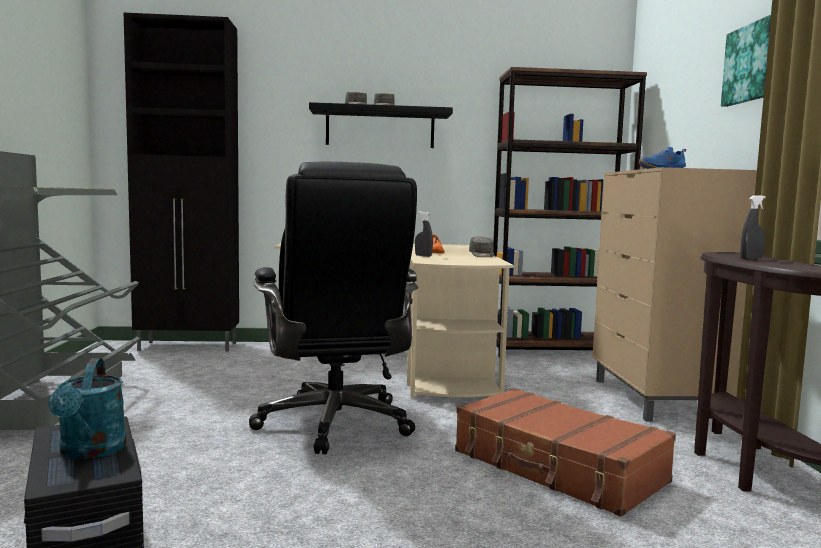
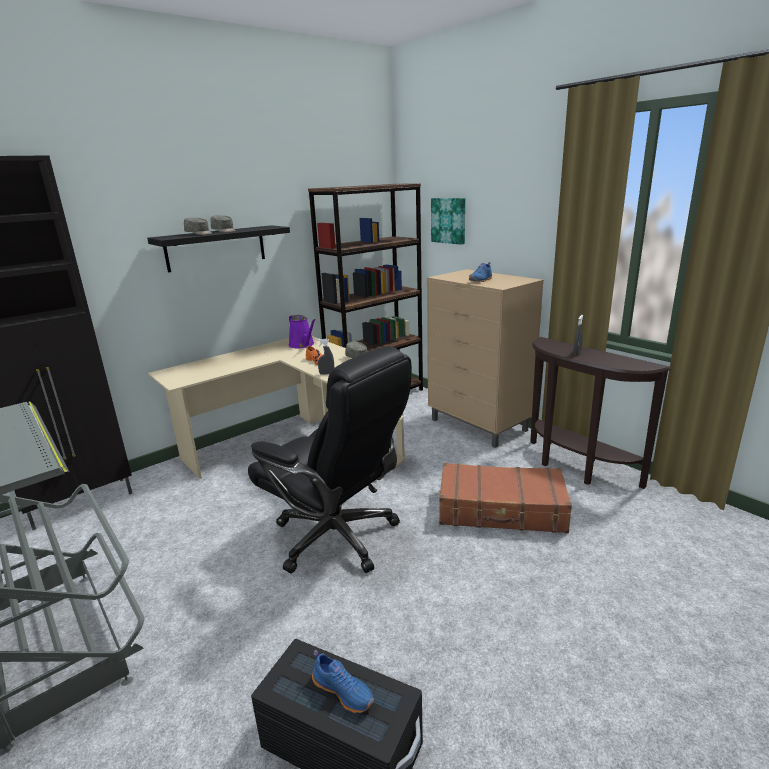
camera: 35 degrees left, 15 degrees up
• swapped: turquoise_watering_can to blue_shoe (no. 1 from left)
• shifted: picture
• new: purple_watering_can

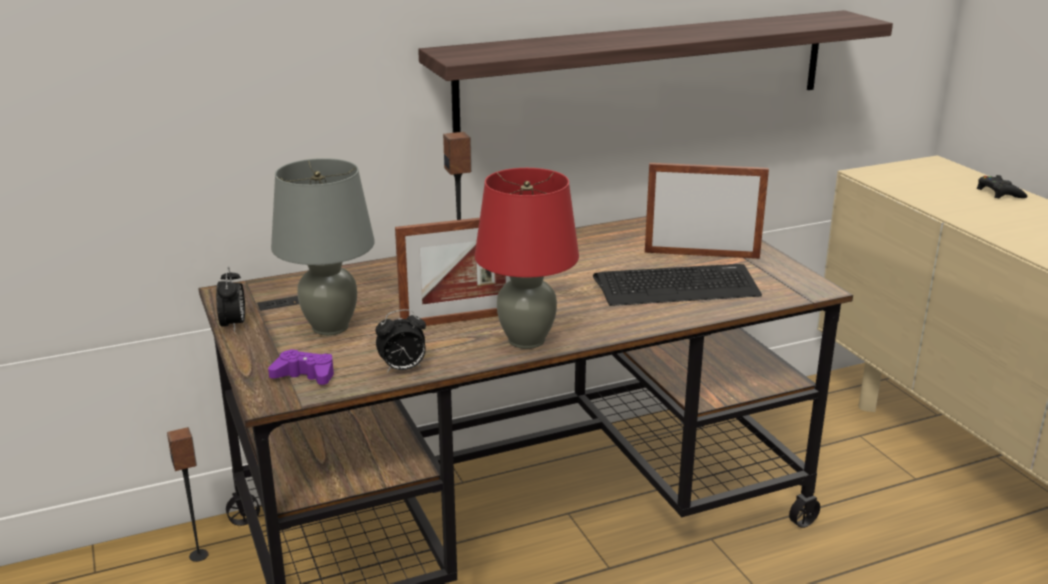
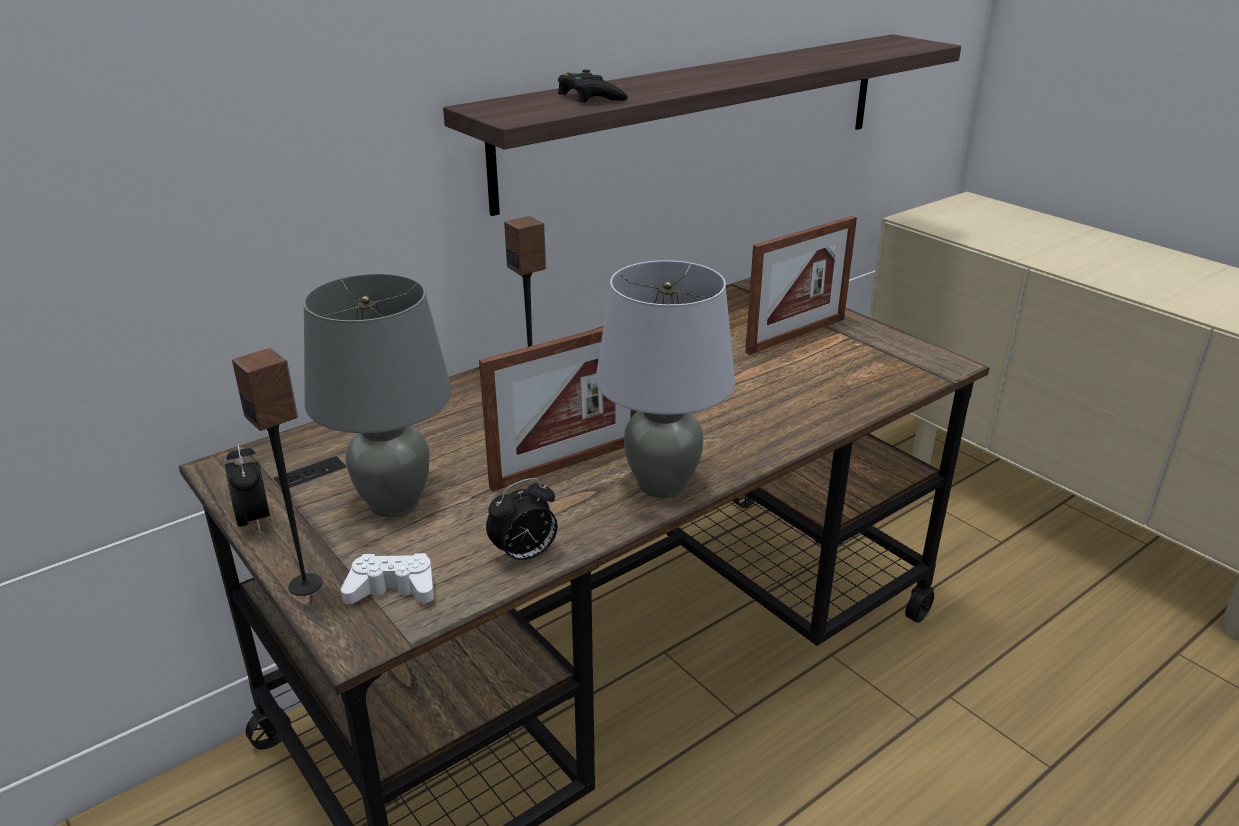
camera: 15 degrees left, 5 degrees up
• shifted: speaker (no. 1 from left)
• repainted: purple_game_controller to white_game_controller
• repainted: red_table_lamp to grey_table_lamp (no. 2 from left)
• gone: keyboard
• rotated: picture_frame (no. 2 from left) 150 degrees clockwise
• shifted: black_game_controller

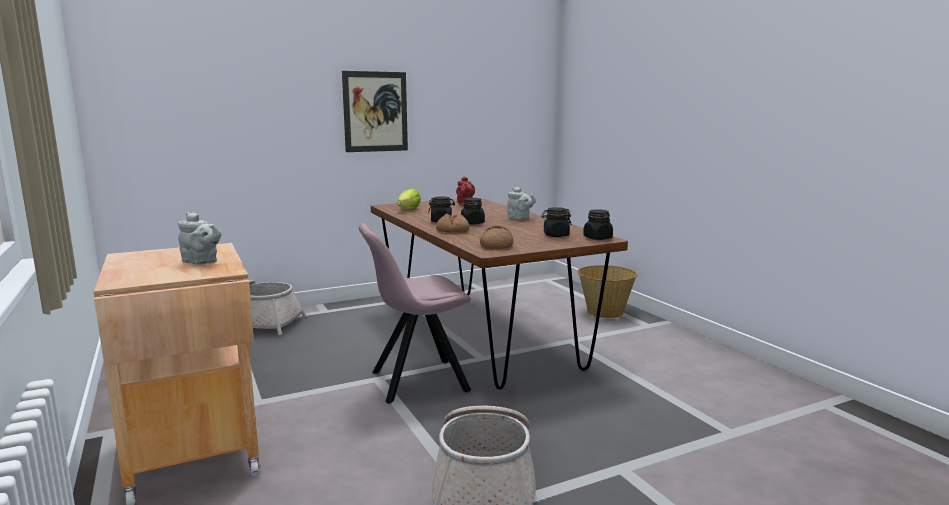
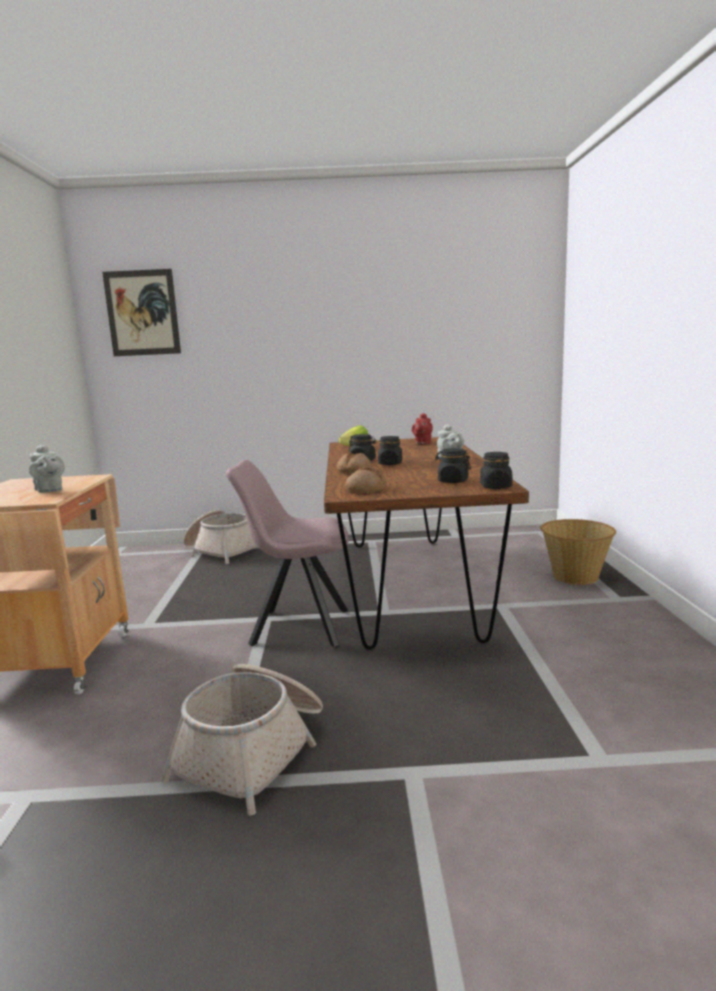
camera: 25 degrees right, 0 degrees up
• shifted: picture

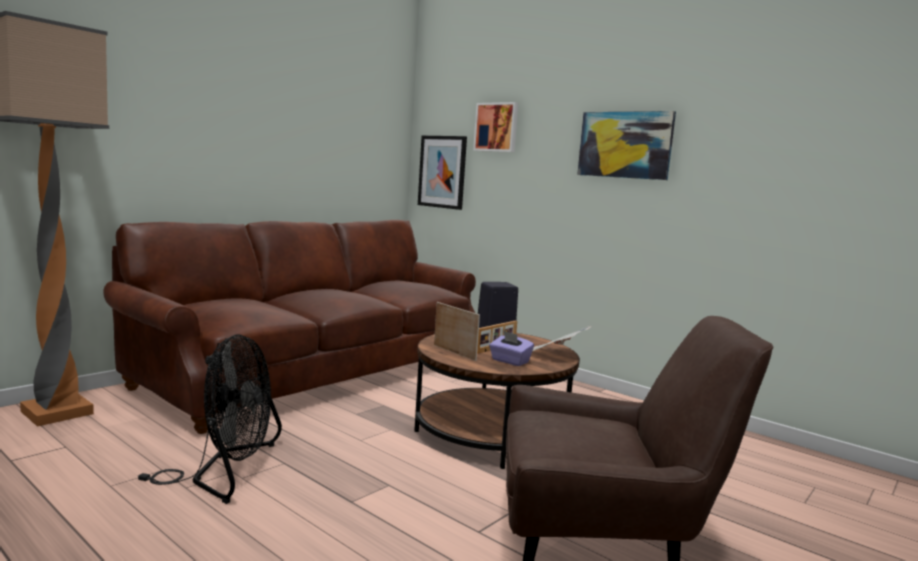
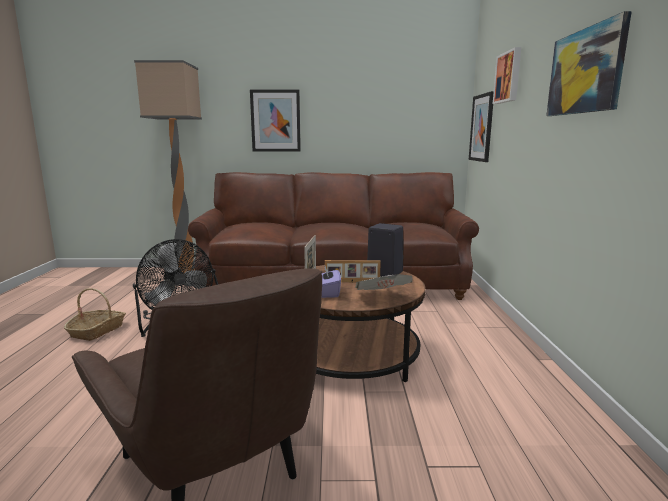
camera: 50 degrees right, 5 degrees up
• new: basket
• new: picture (no. 1 from left)

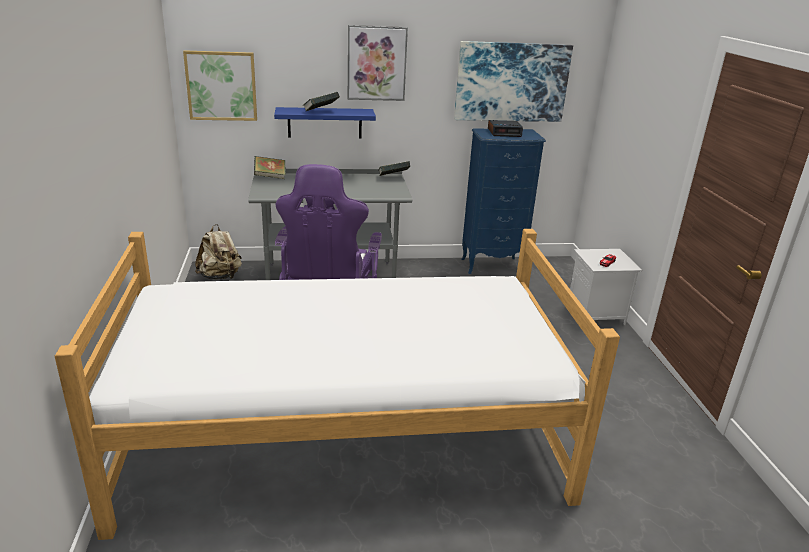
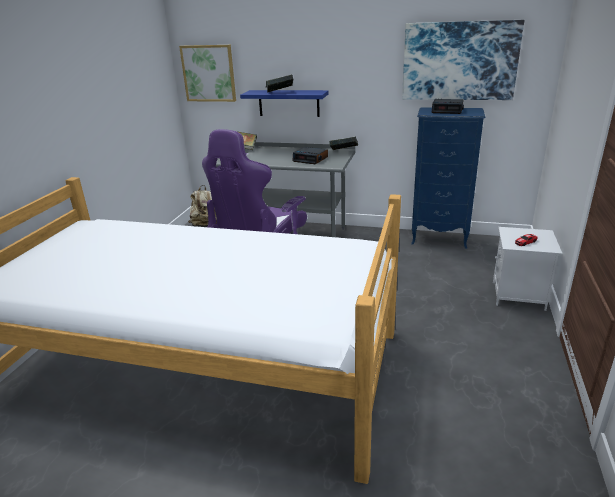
camera: 25 degrees right, 0 degrees up
• gone: picture (no. 2 from left)
• new: alarm_clock (no. 1 from left)

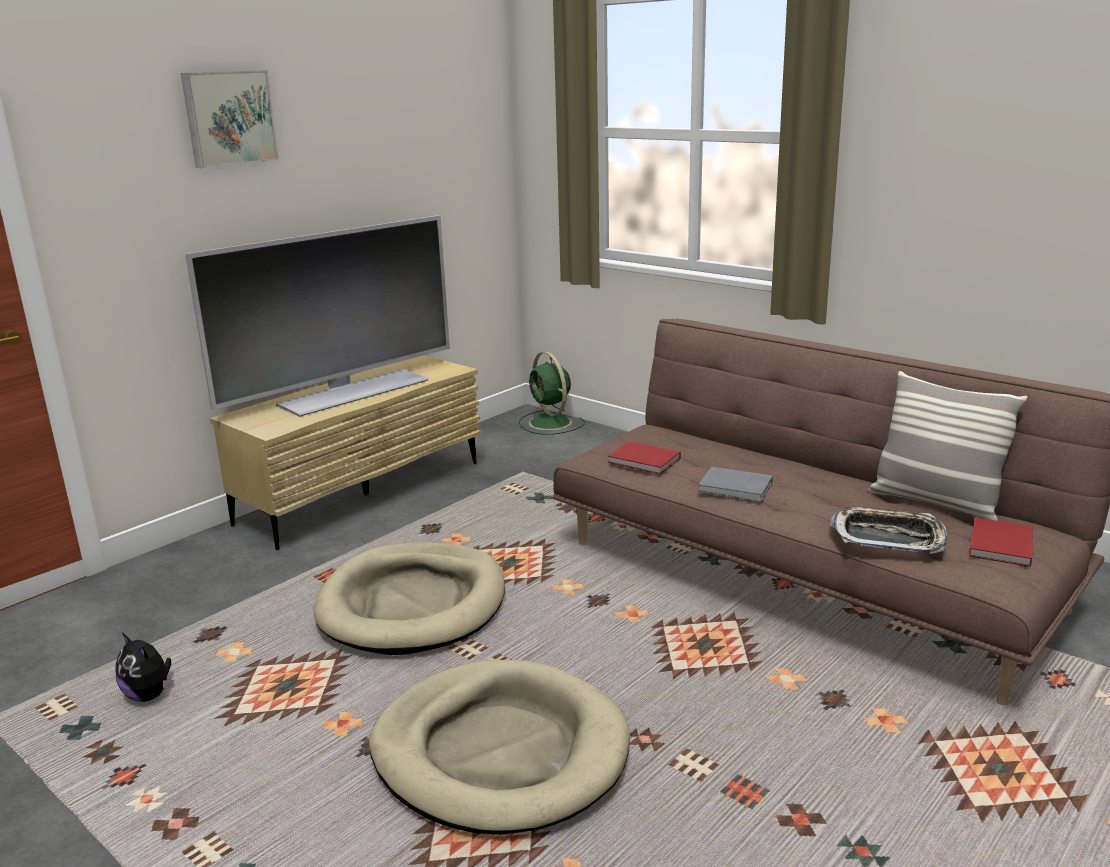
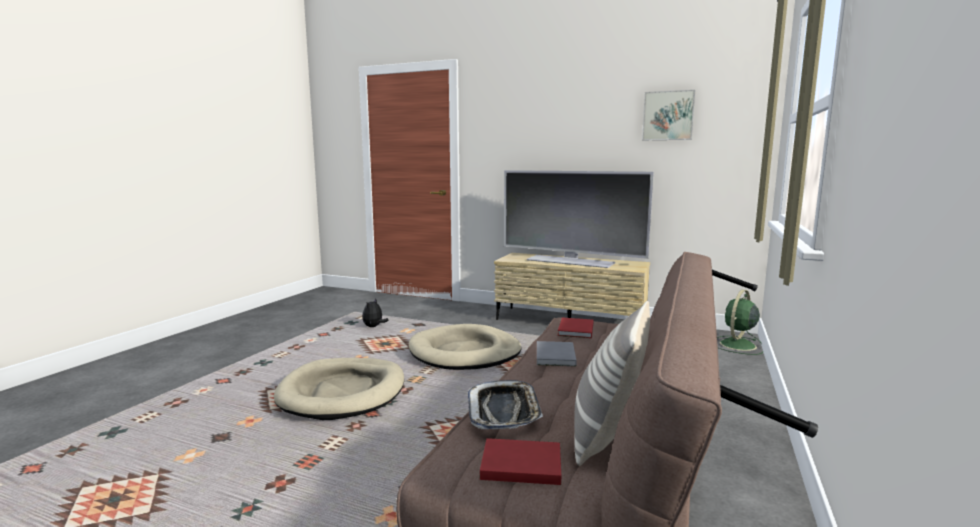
camera: 70 degrees right, 10 degrees down
• shifted: picture

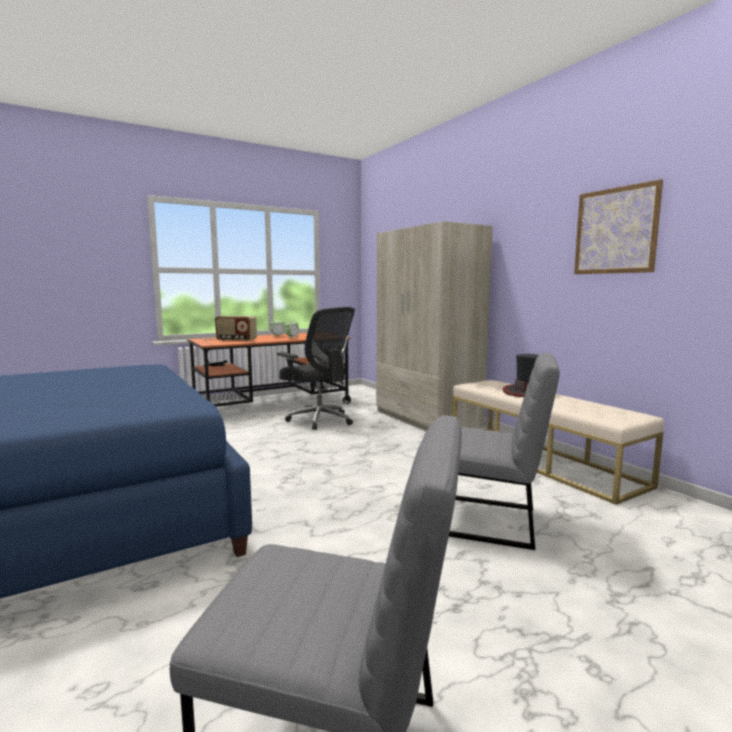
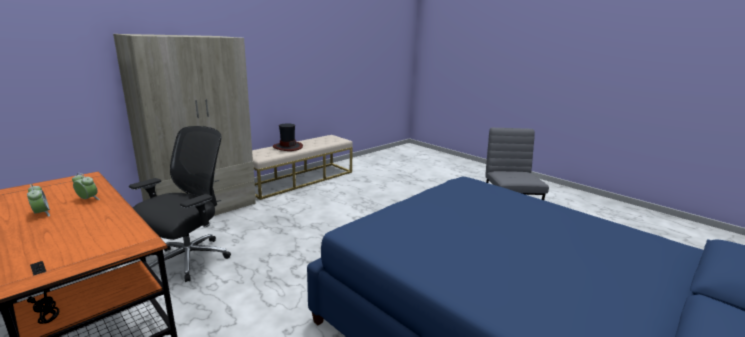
camera: 105 degrees left, 10 degrees up
• gone: radio
• gone: grey_chair (no. 2 from left)
• gone: picture

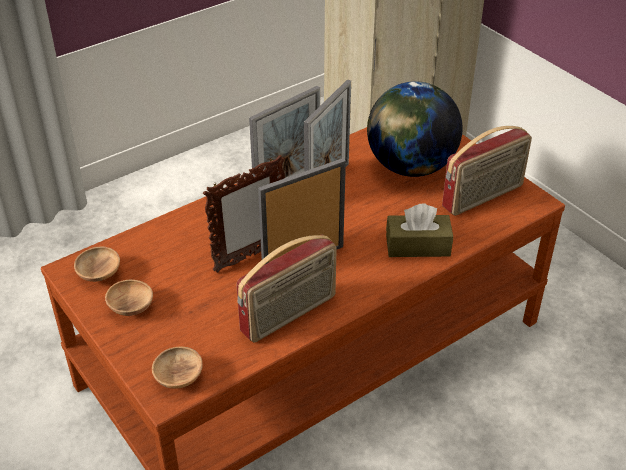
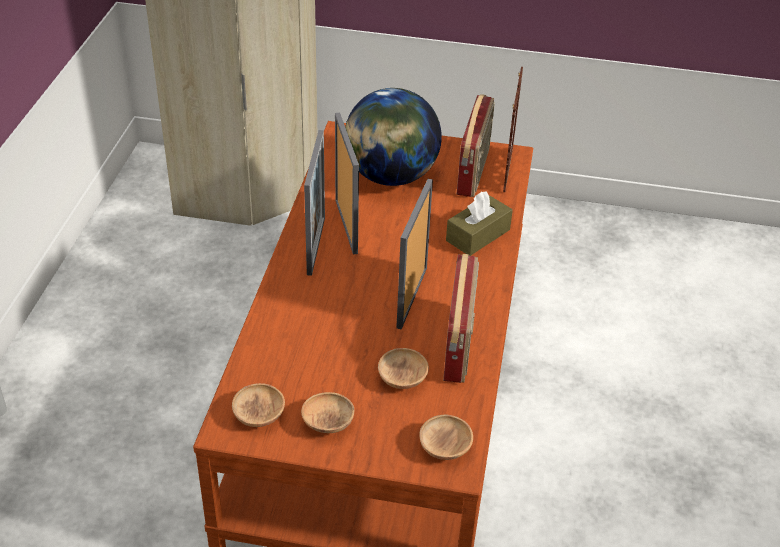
camera: 45 degrees left, 0 degrees up
• shifted: picture_frame (no. 1 from left in the first image) to picture_frame (no. 4 from left)
• new: brown_bowl (no. 3 from left)

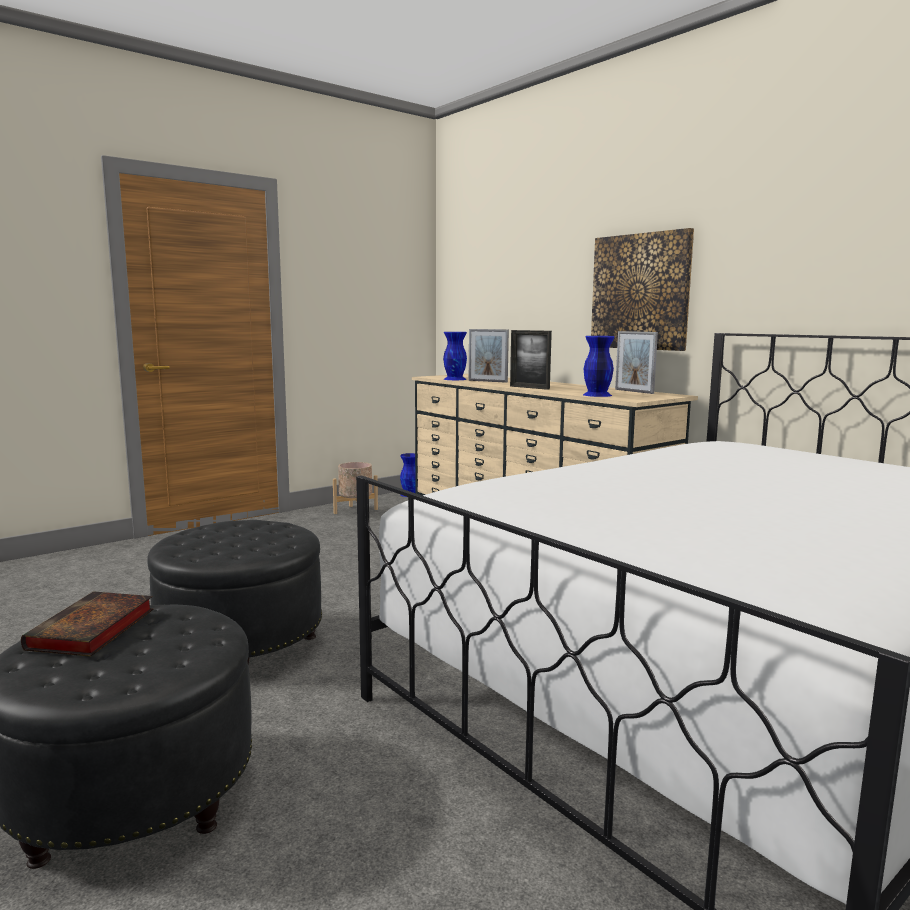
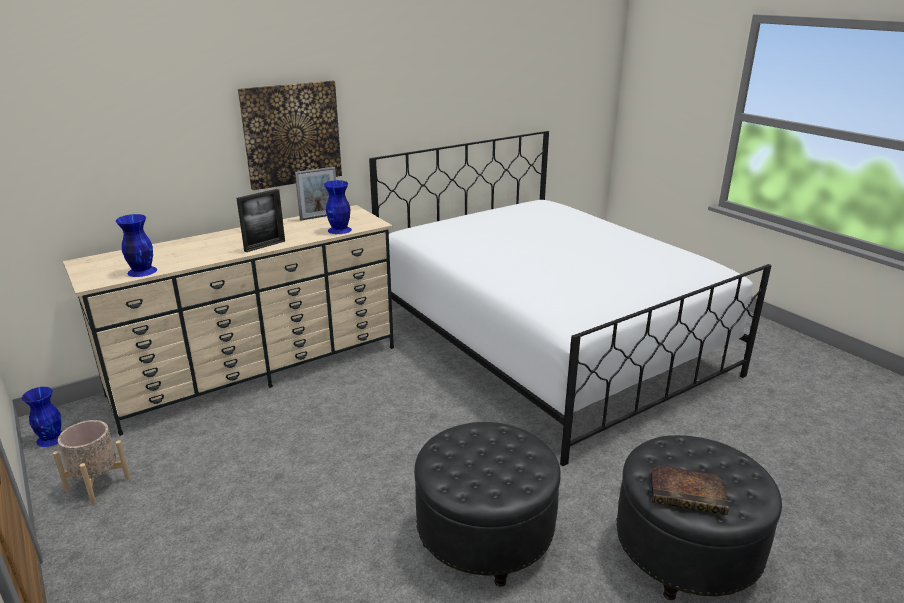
camera: 85 degrees left, 15 degrees up
• gone: picture_frame (no. 1 from left)

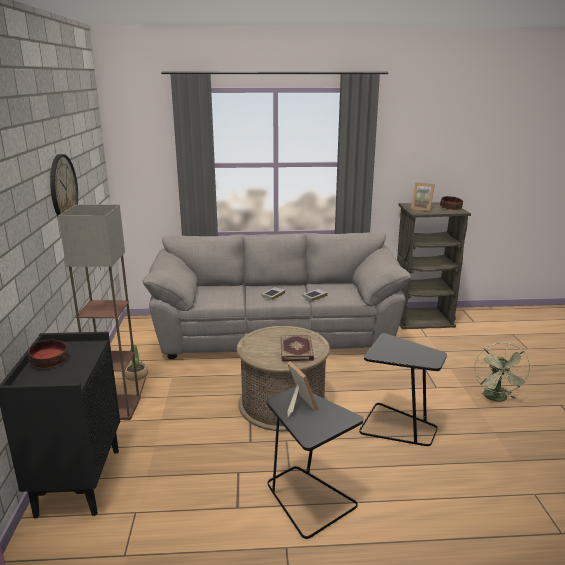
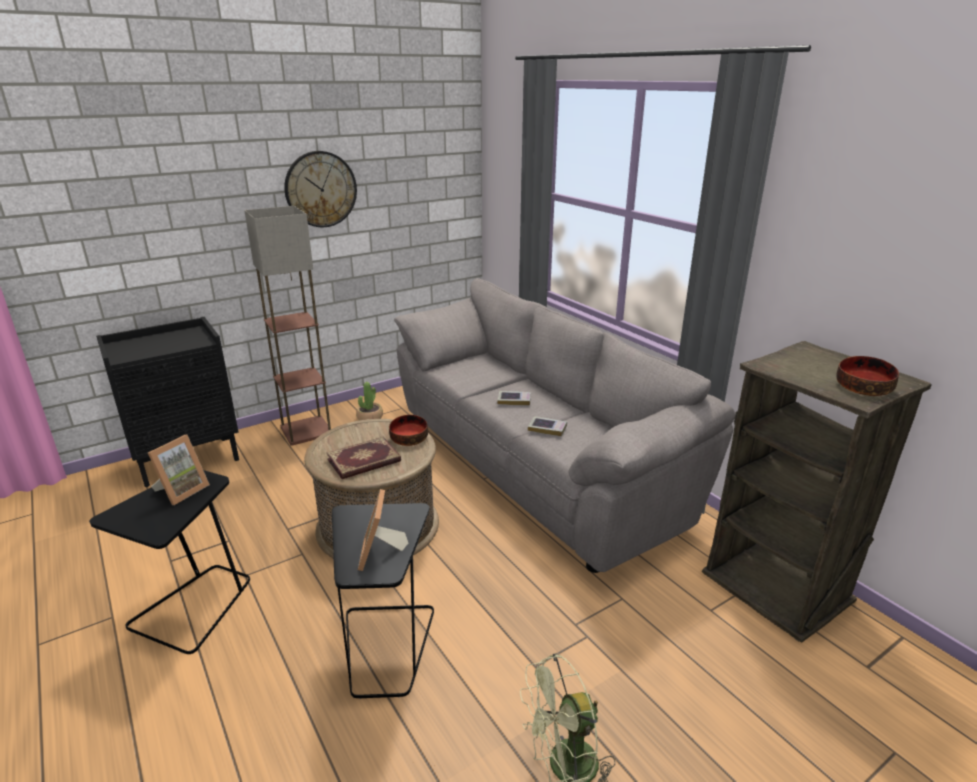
camera: 60 degrees right, 5 degrees up
• shifted: bowl (no. 1 from left)
• shifted: picture_frame (no. 2 from left)

